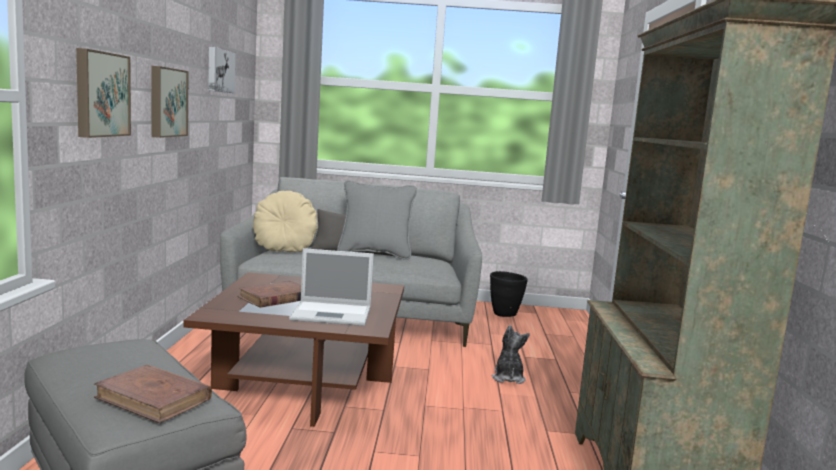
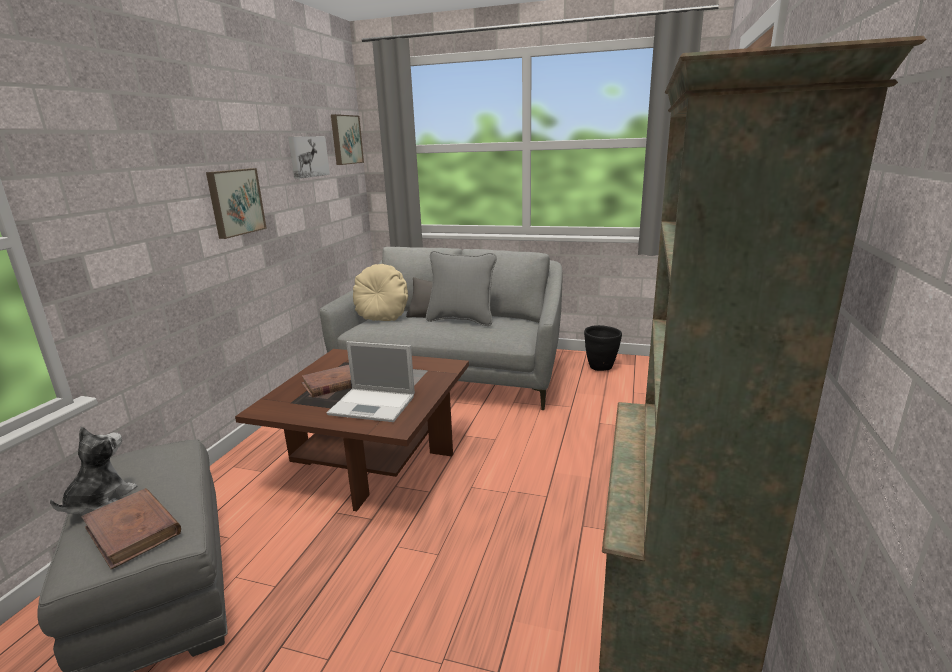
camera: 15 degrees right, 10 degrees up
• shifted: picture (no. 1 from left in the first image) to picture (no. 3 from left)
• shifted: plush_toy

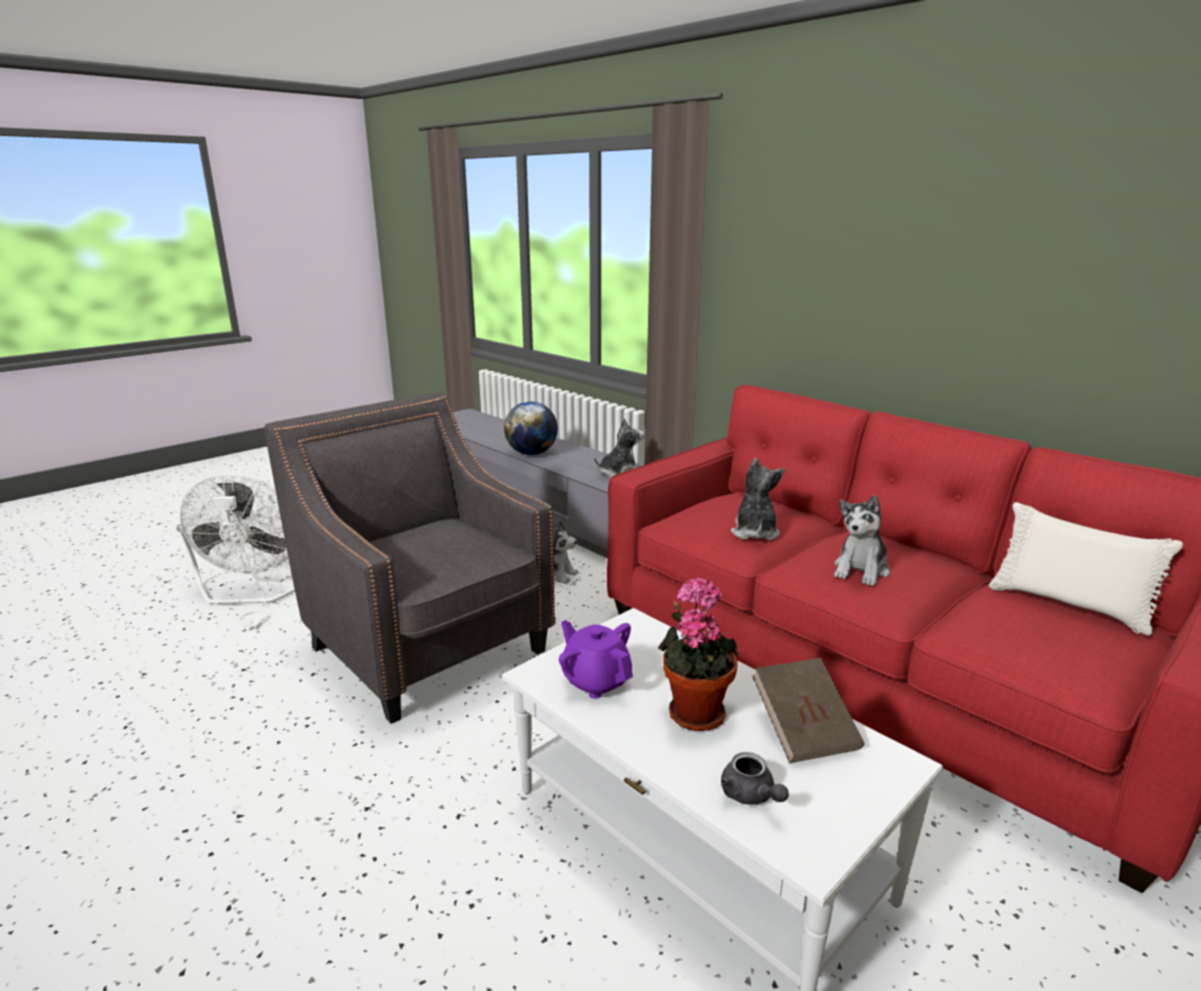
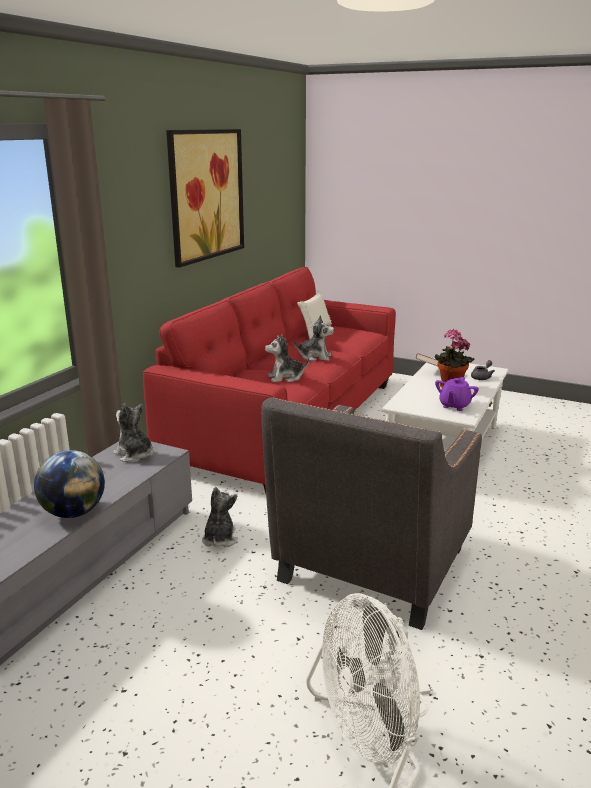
camera: 110 degrees left, 0 degrees up
• new: picture

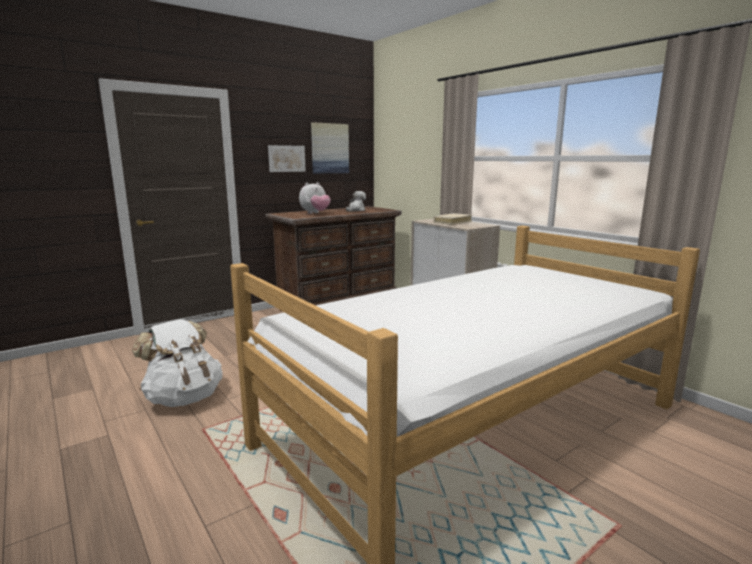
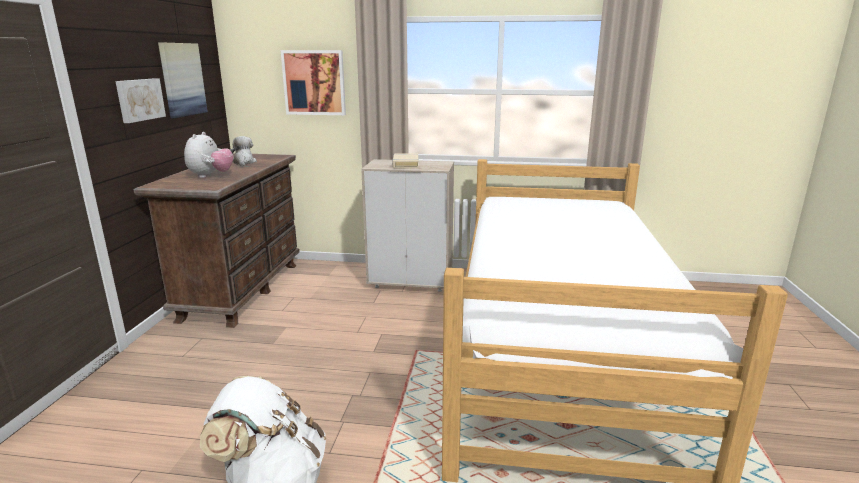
camera: 45 degrees left, 5 degrees up
• new: picture (no. 3 from left)

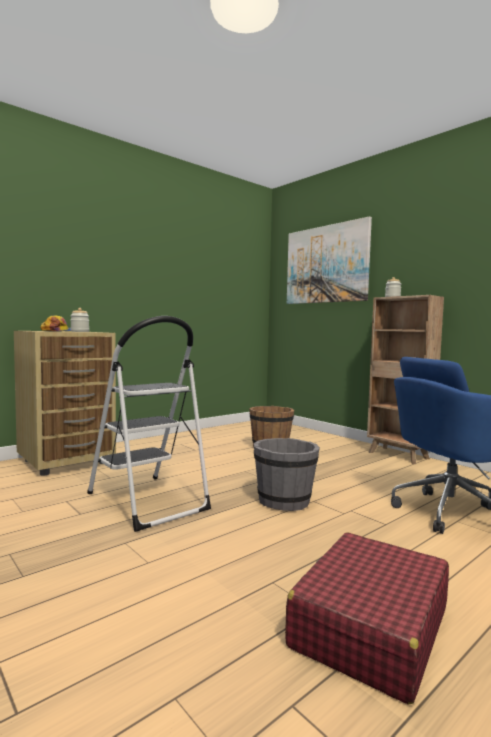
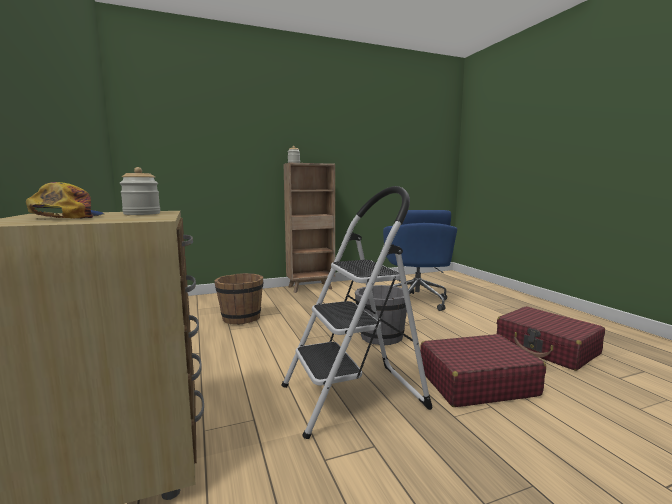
camera: 70 degrees left, 5 degrees up
• gone: picture
• new: red_suitcase (no. 1 from left)

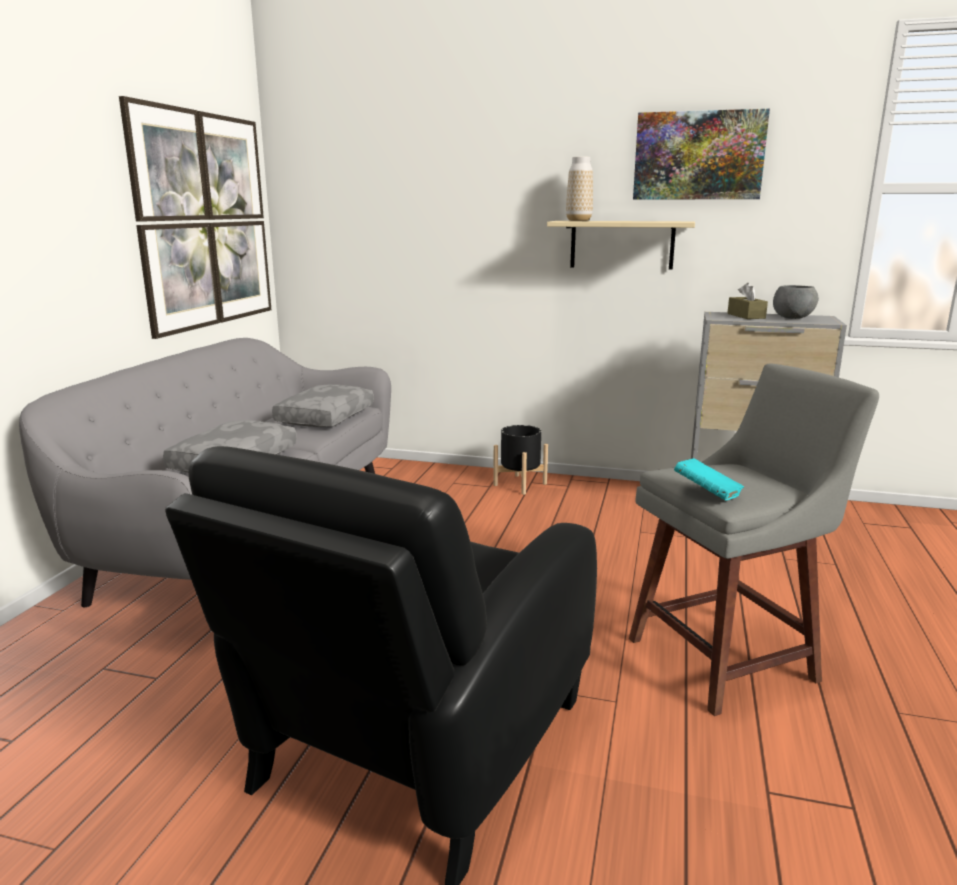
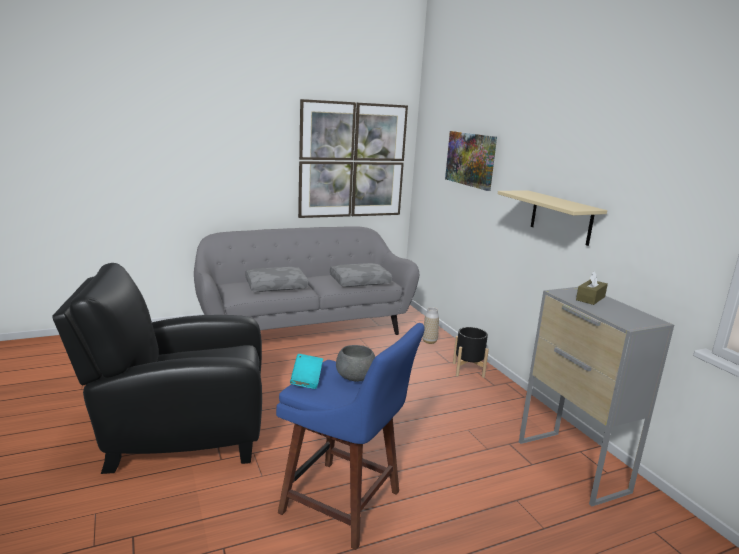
camera: 50 degrees right, 0 degrees up
• shifted: vase
• repainted: grey_stool to blue_stool
• shifted: picture (no. 2 from left)
• shifted: grey_bowl

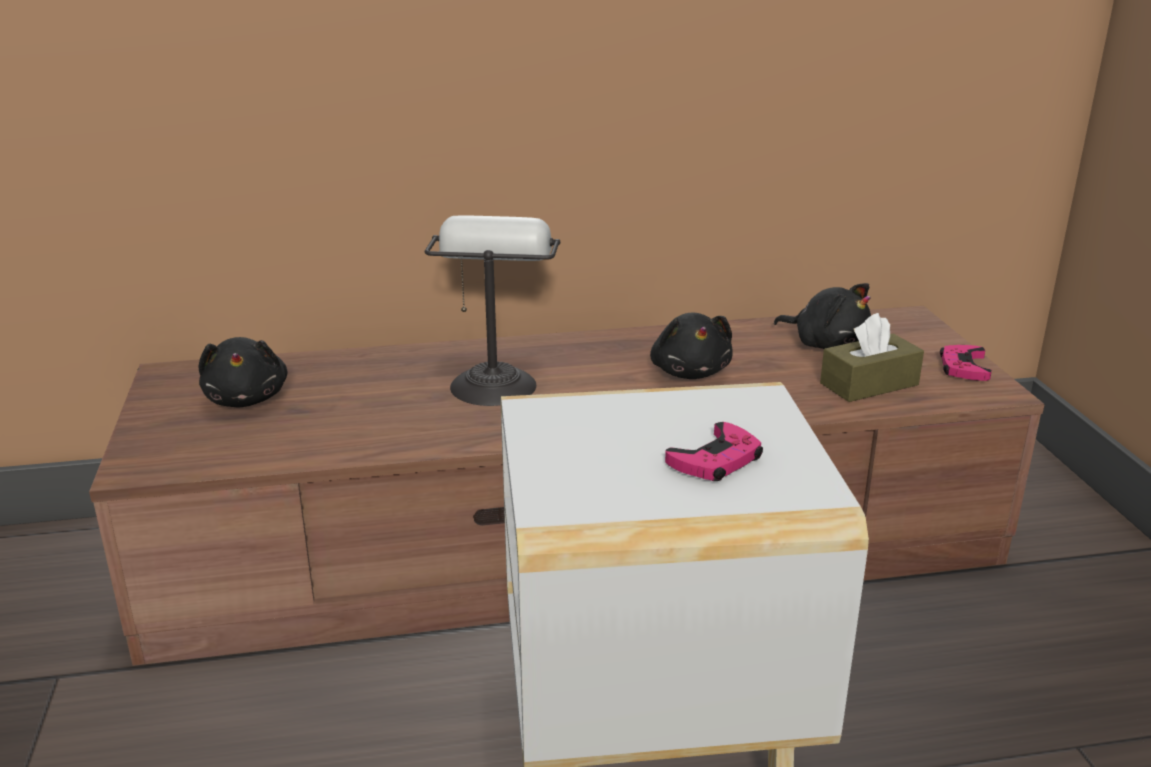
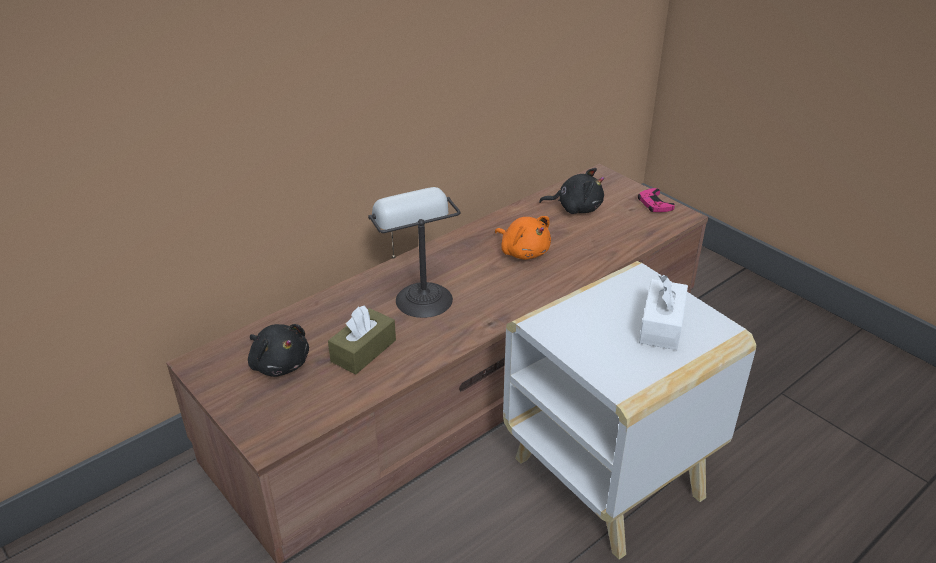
camera: 30 degrees left, 10 degrees up
• repainted: black_plush_toy (no. 2 from left) to orange_plush_toy
• swapped: pink_game_controller (no. 1 from left) to white_tissue_box
• shifted: brown_tissue_box

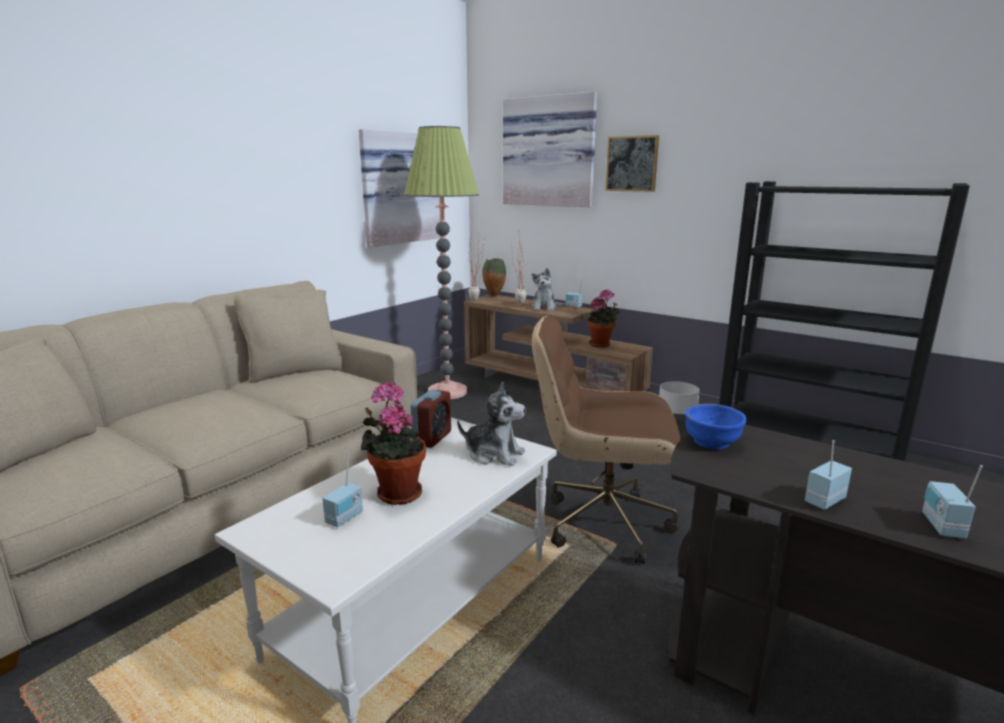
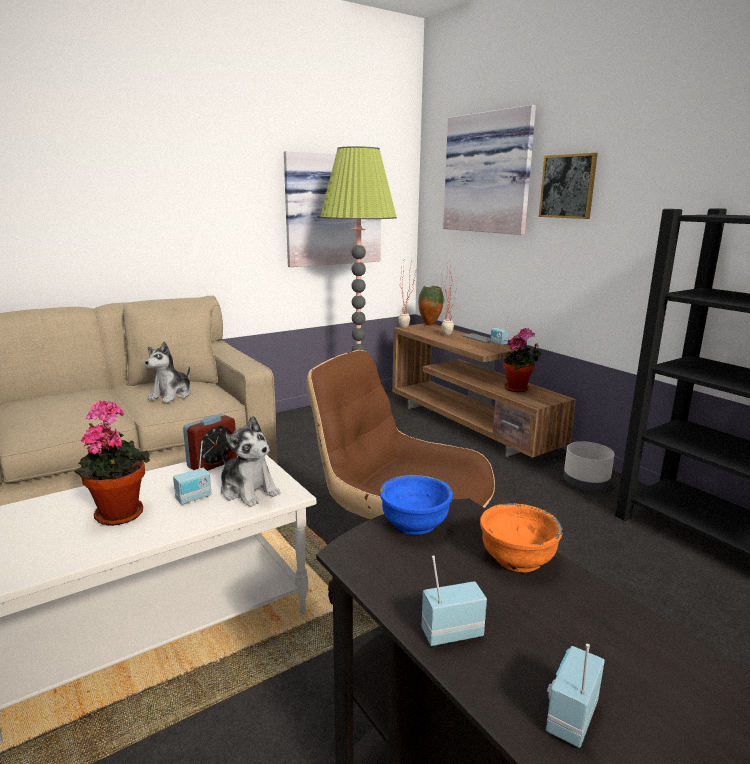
camera: 20 degrees right, 0 degrees up
• shifted: radio (no. 1 from left)
• shifted: plush_toy (no. 2 from left in the first image) to plush_toy (no. 1 from left)
• new: orange_bowl

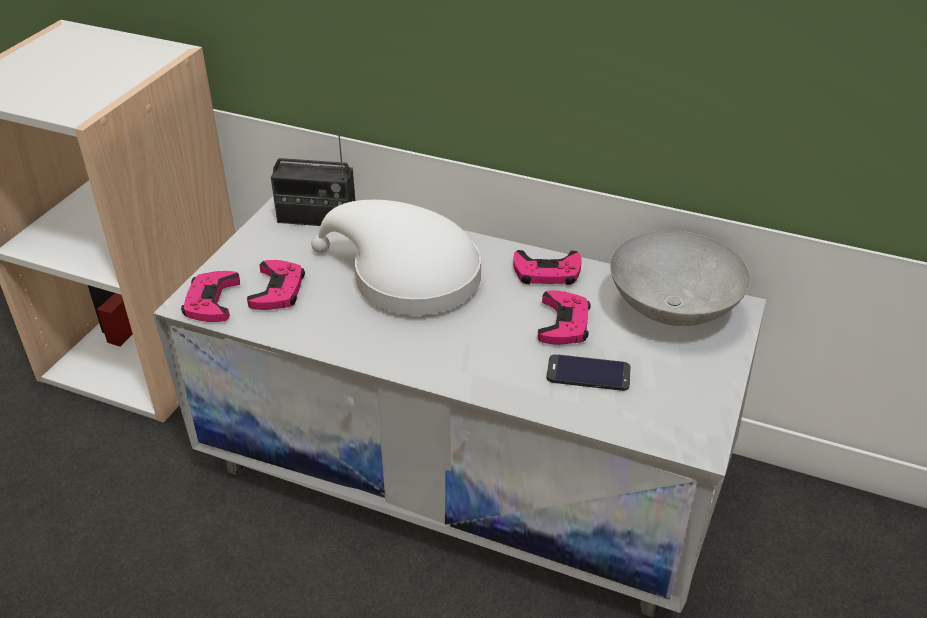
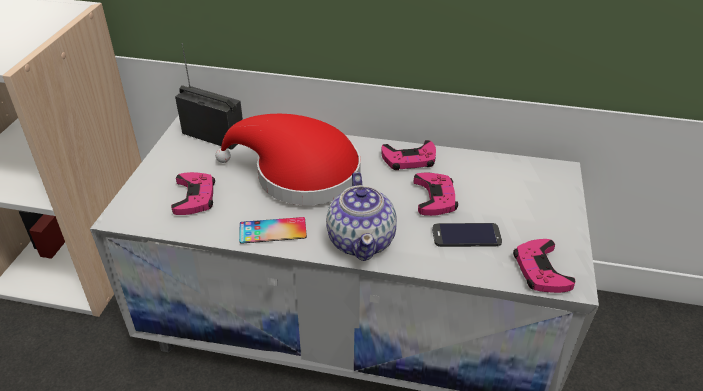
camera: 10 degrees left, 0 degrees up
• shifted: pink_game_controller (no. 1 from left in the first image) to pink_game_controller (no. 4 from left)
• rotated: radio 150 degrees counterclockwise
• repainted: white_hat to red_hat
• gone: grey_bowl
• new: phone (no. 1 from left)
• new: teapot

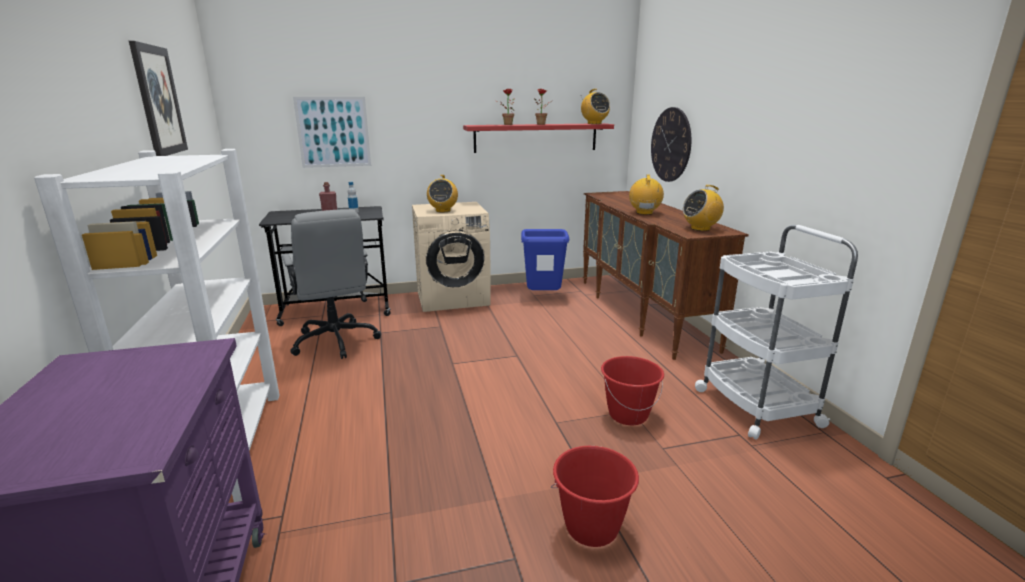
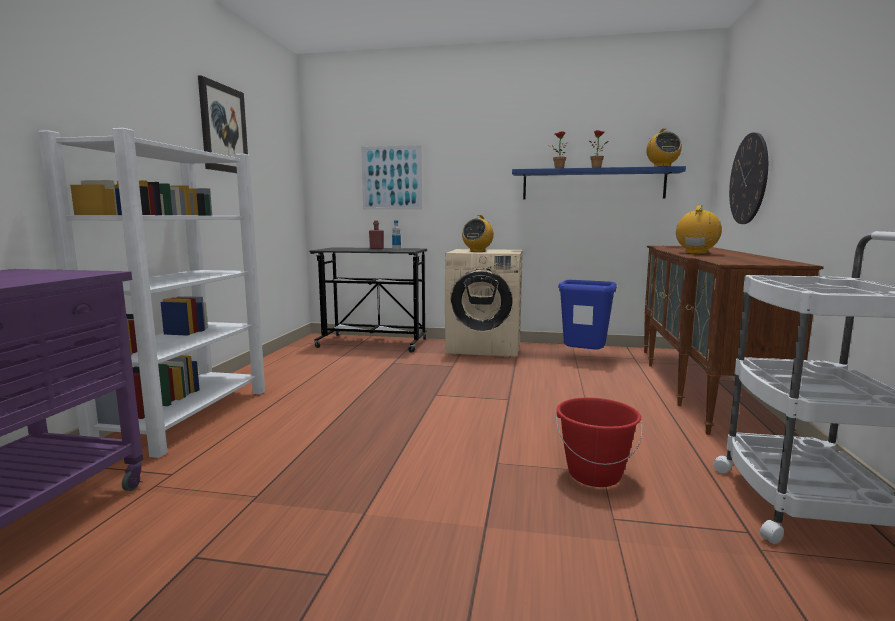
camera: 25 degrees right, 10 degrees down
• gone: grey_office_chair
• repainted: red_shelf to blue_shelf
• gone: red_bucket (no. 1 from left)
• gone: radio (no. 4 from left)

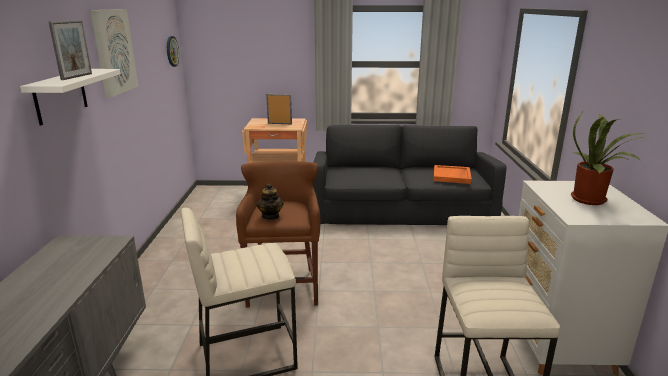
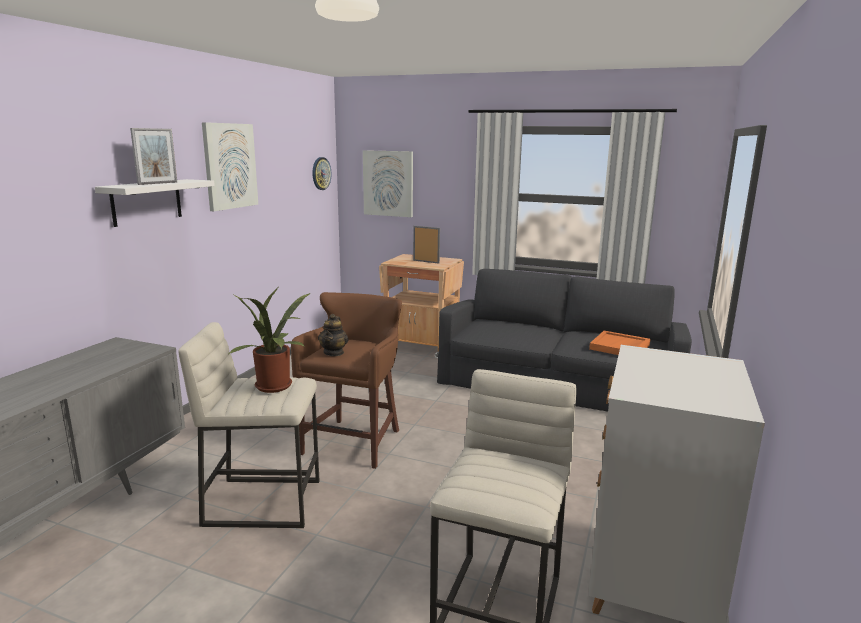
camera: 20 degrees right, 5 degrees down
• shifted: potted_plant
• new: picture (no. 2 from left)

